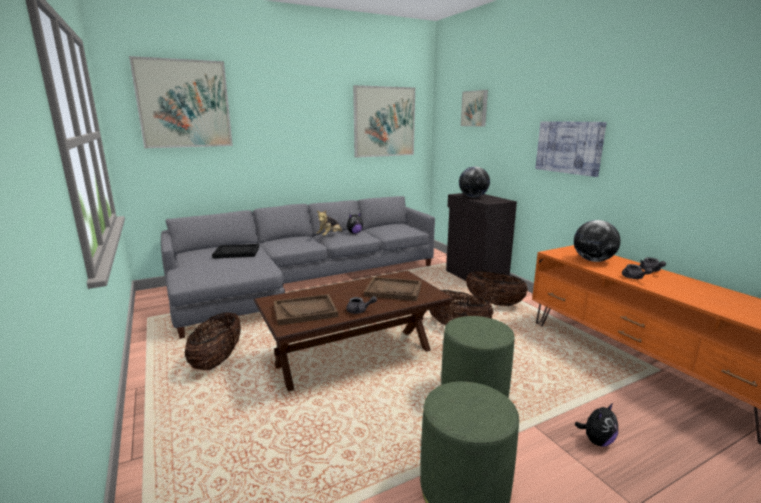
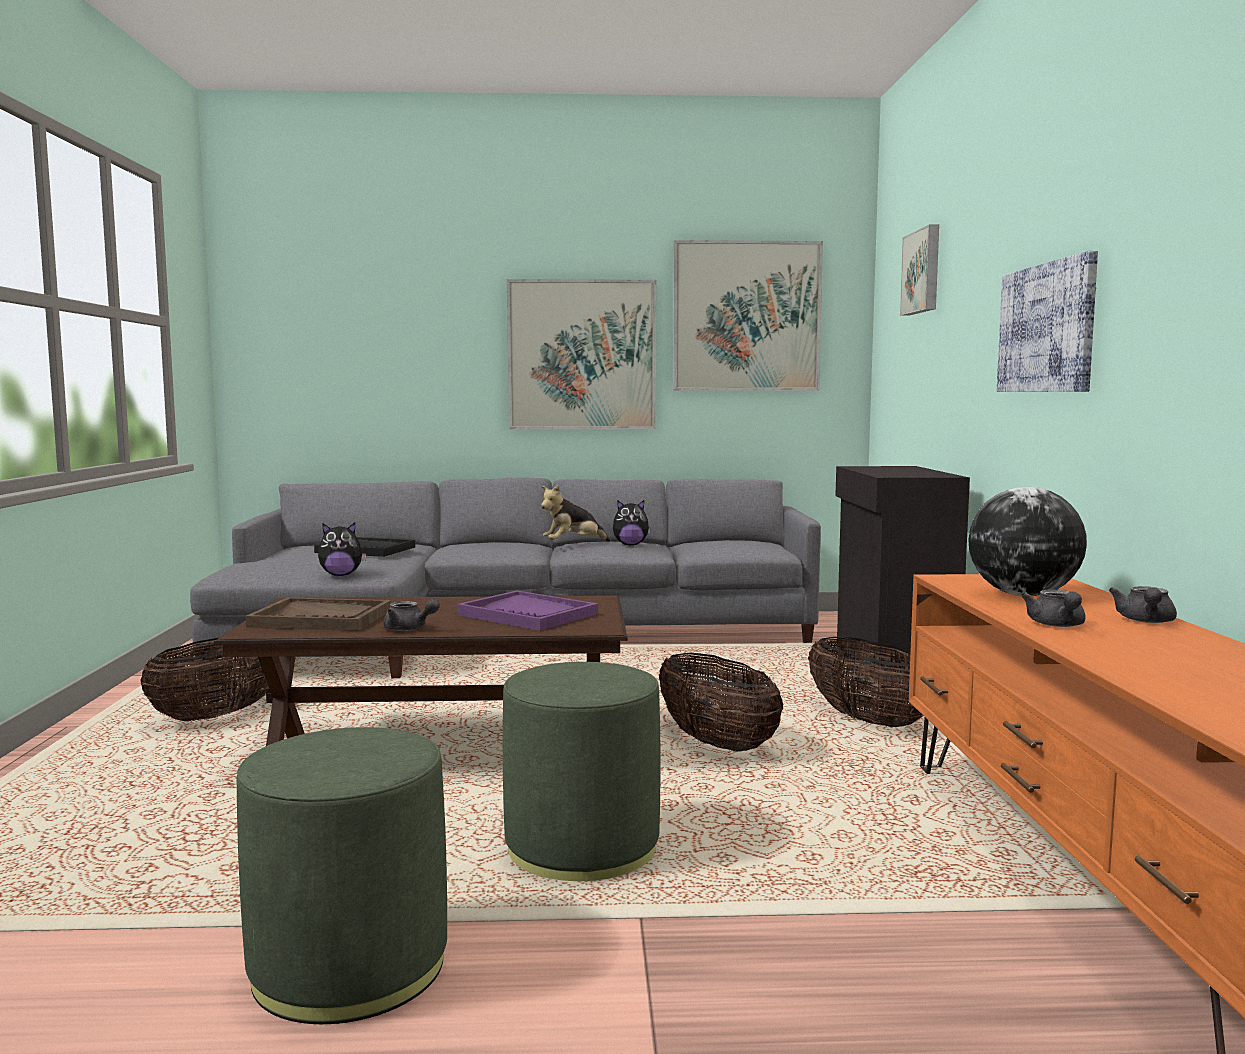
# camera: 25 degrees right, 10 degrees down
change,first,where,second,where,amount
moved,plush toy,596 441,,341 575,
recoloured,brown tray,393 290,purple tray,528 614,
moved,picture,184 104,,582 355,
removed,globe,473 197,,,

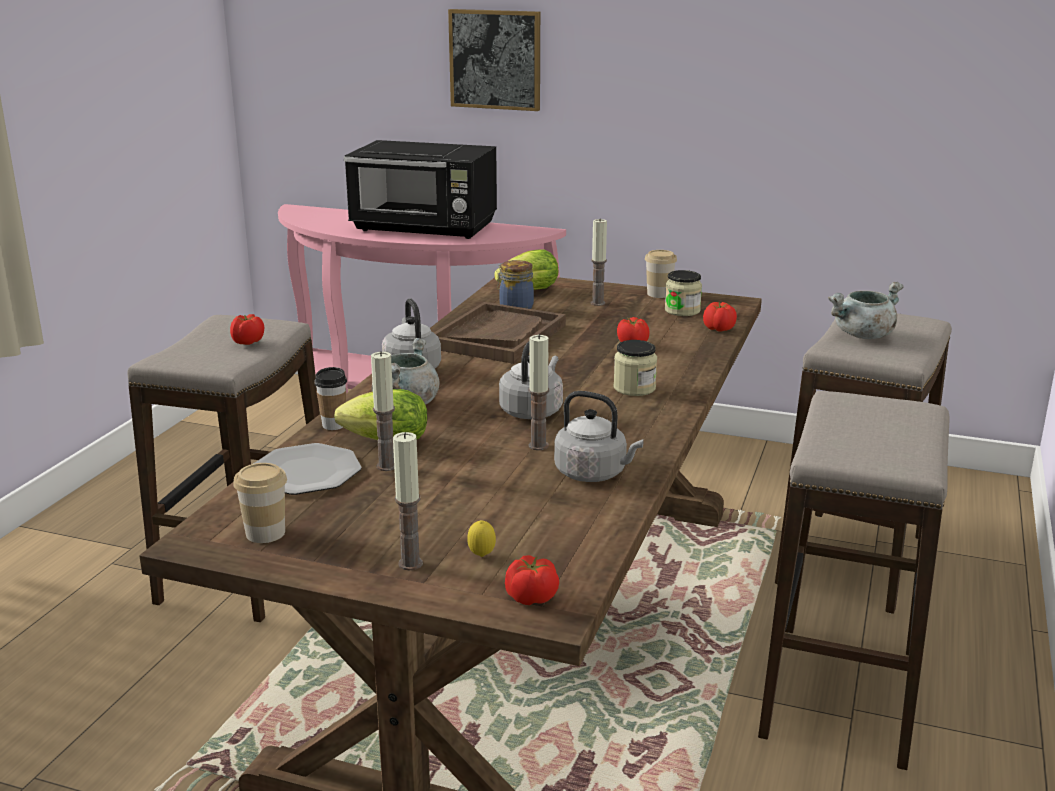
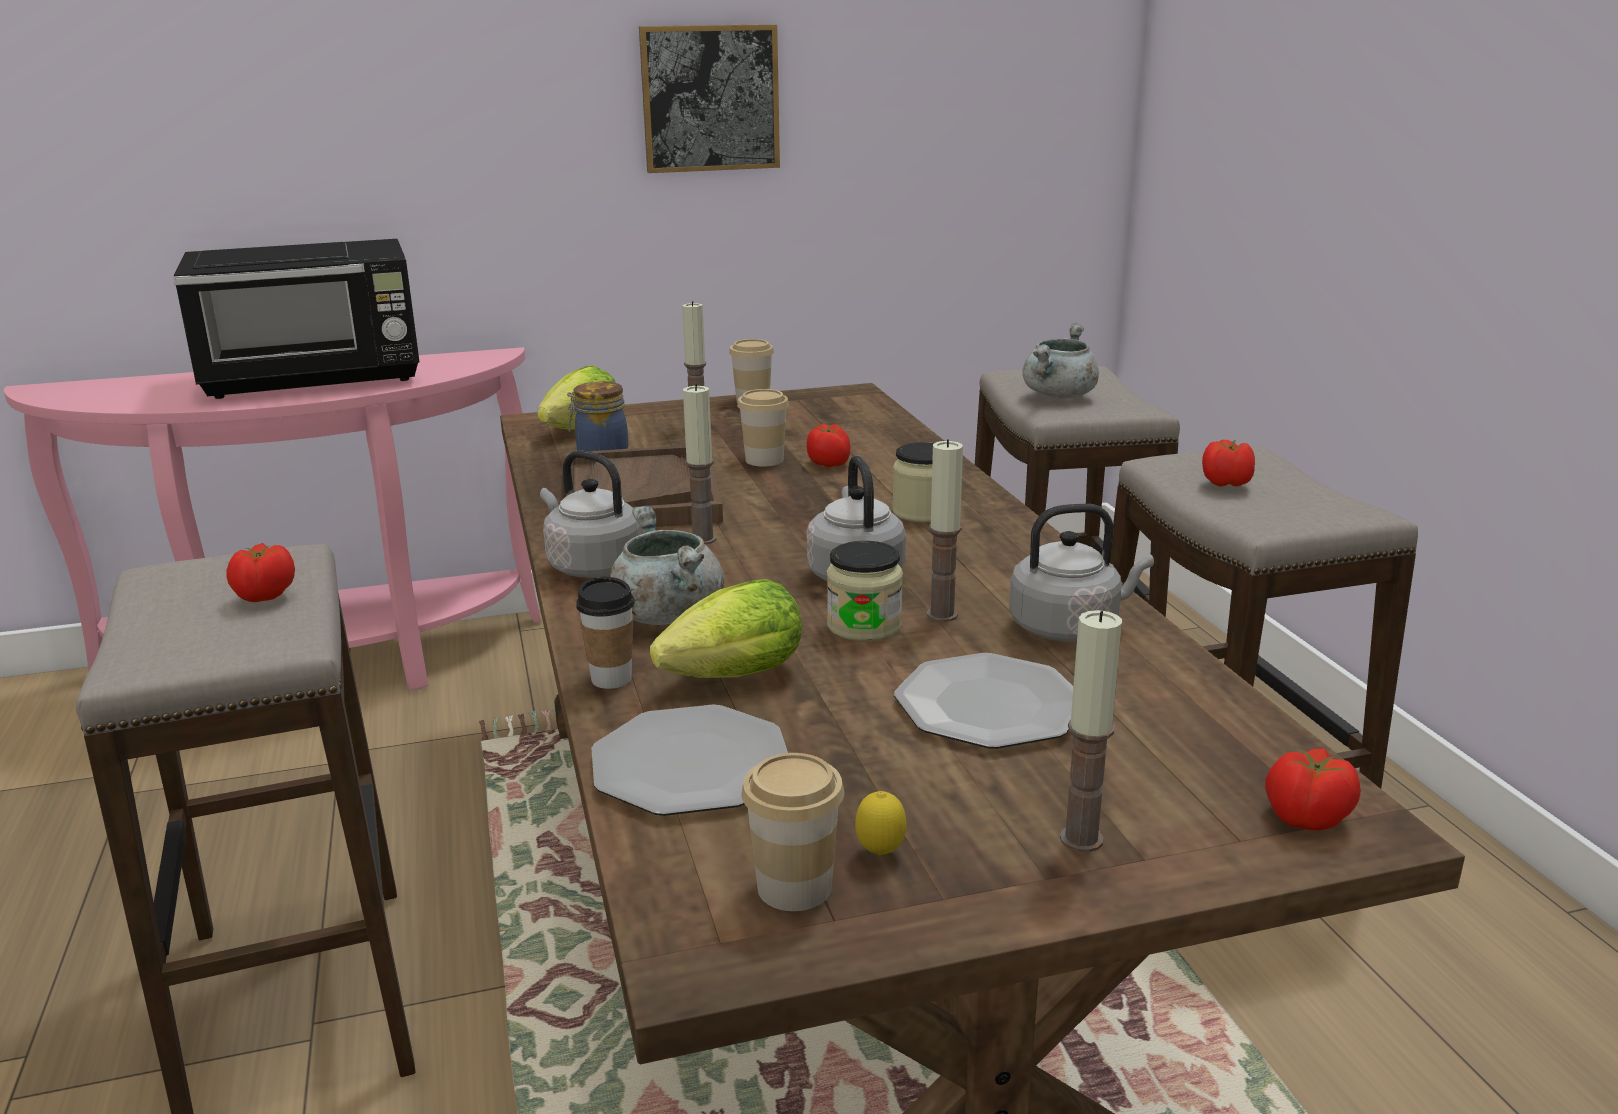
# camera: 35 degrees left, 0 degrees up
change,first,where,second,where,amount
moved,picture,495 59,,710 98,
moved,candle,387 466,,703 539,
added,,,cup,764 460,
moved,jar,682 311,,864 626,
moved,lemon,481 556,,880 854,
added,,,plate,989 705,
moved,tomato,719 329,,1227 483,

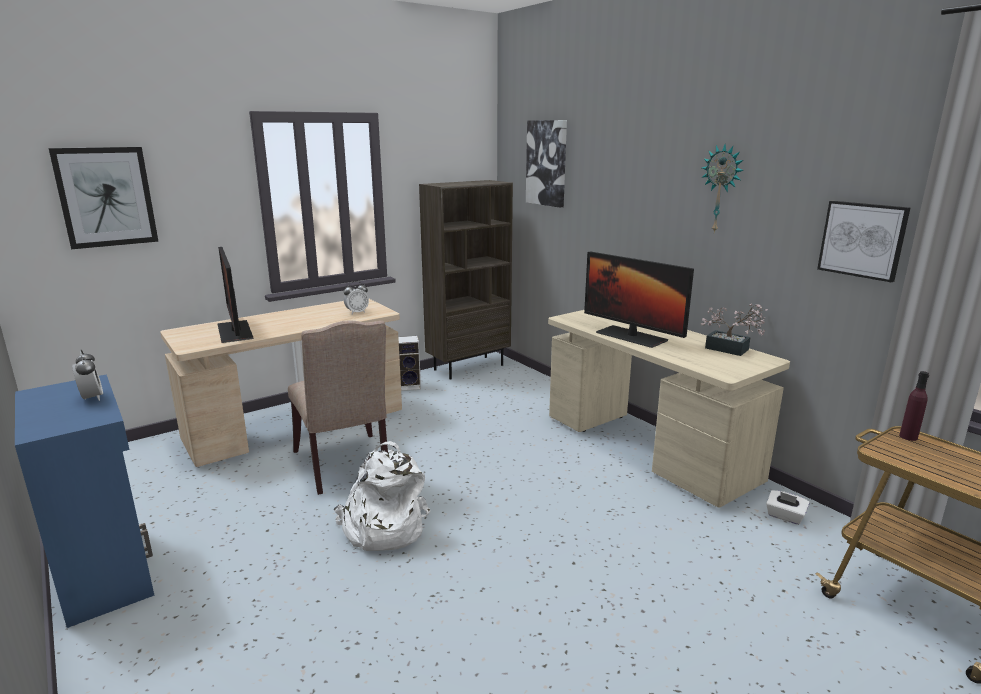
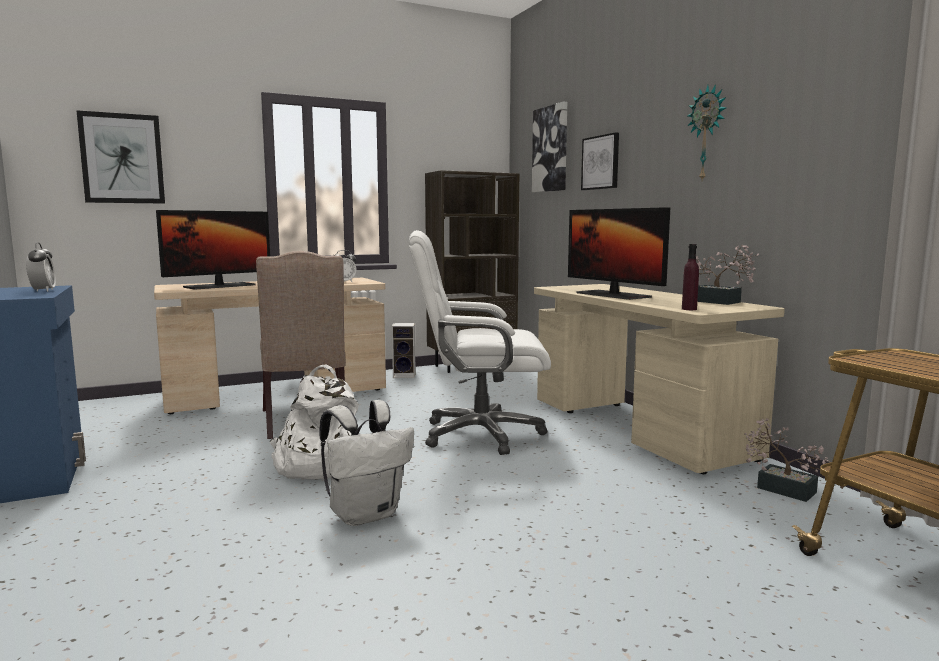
# camera: 10 degrees right, 10 degrees down
change,first,where,second,where,amount
turned,monitor,234 331,,220 286,120 degrees counterclockwise
added,,,white backpack,366 514,
added,,,white office chair,480 434,
moved,picture,862 240,,601 162,
moved,purple bottle,908 437,,689 309,
replaced,white tissue box,785 516,potted plant,780 488,

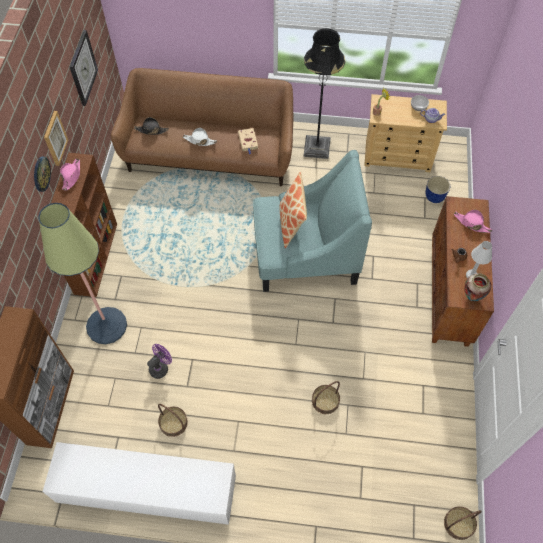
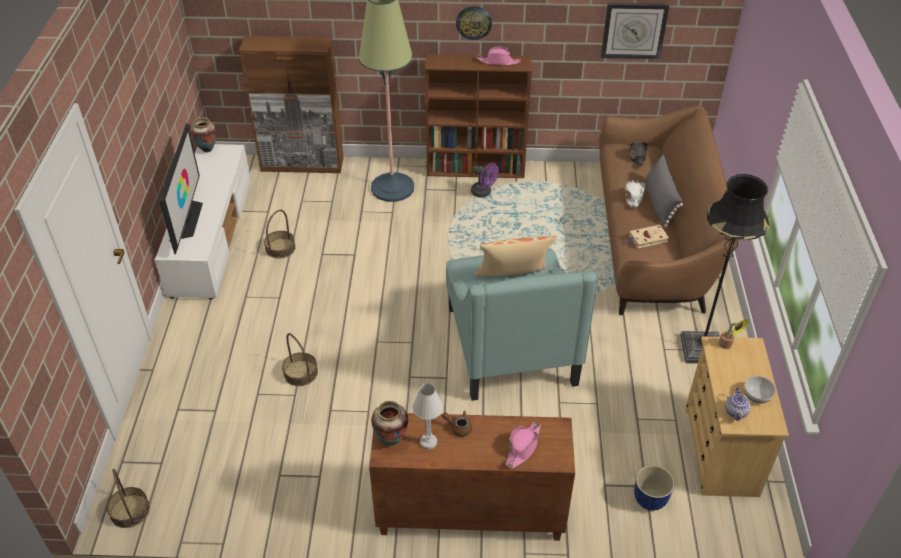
# camera: 85 degrees right, 15 degrees down
change,first,where,second,where,amount
added,,,television,187 219,
added,,,vase,207 150,
moved,purple fan,161 367,,483 193,
added,,,grey pillow,659 202,
removed,picture,55 138,,,

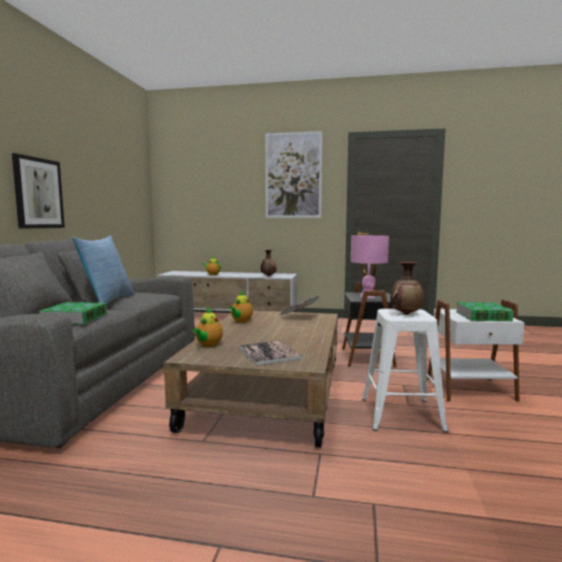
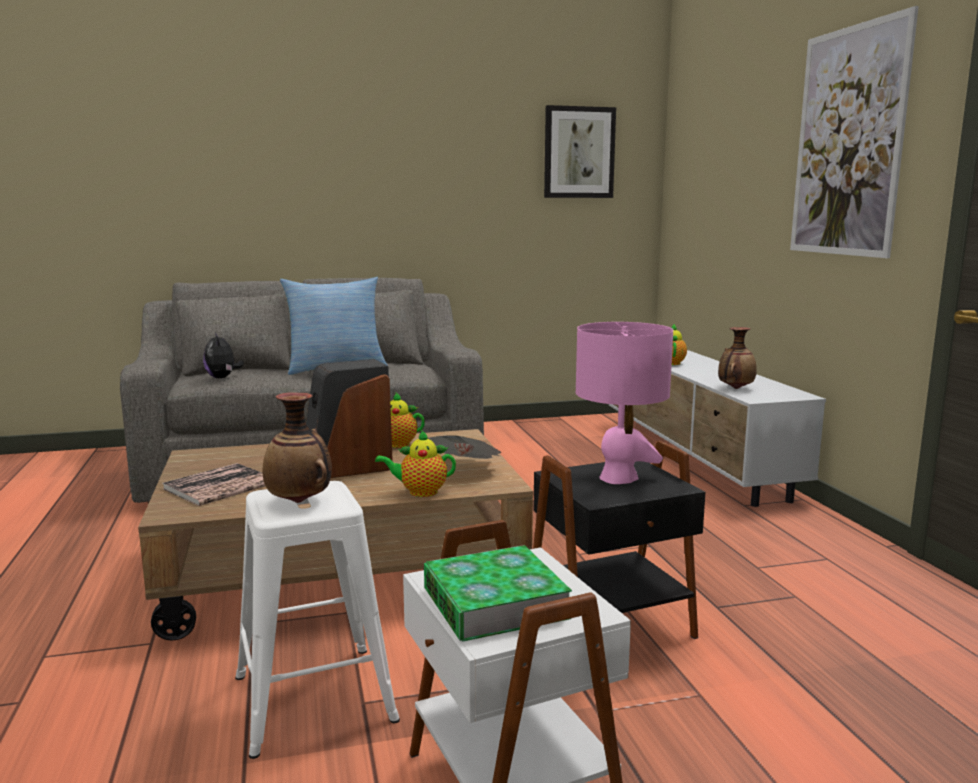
# camera: 65 degrees right, 5 degrees up
change,first,where,second,where,amount
replaced,book,74 318,plush toy,222 378,
added,,,speaker,346 468,
moved,teapot,208 345,,420 492,
moved,picture,38 193,,579 152,

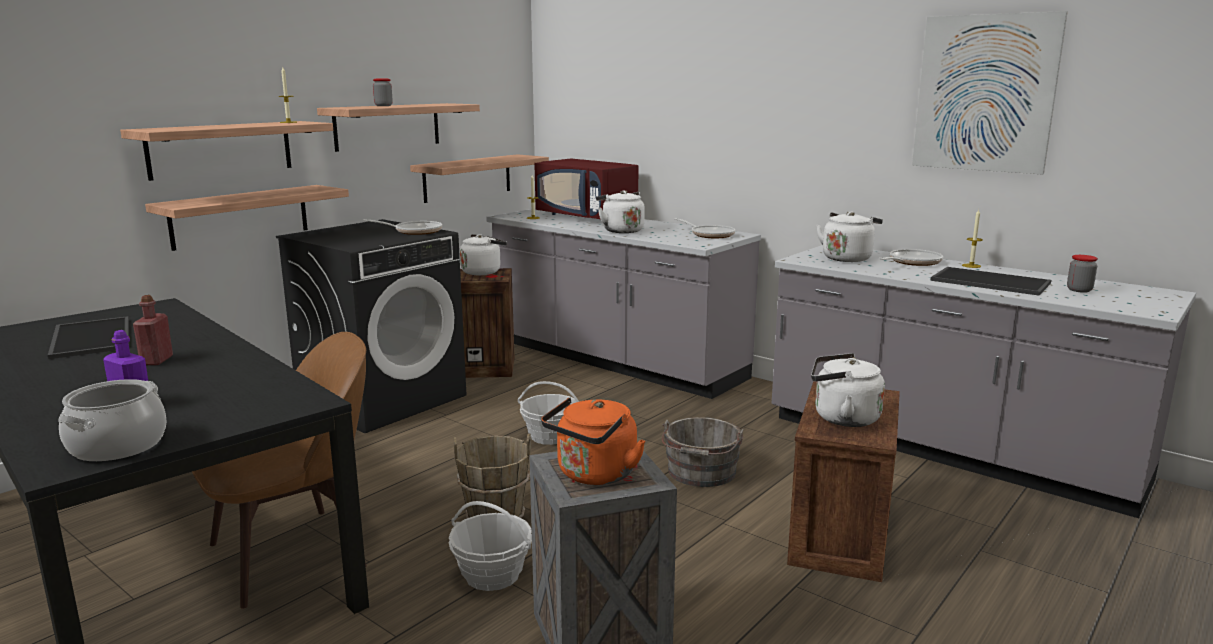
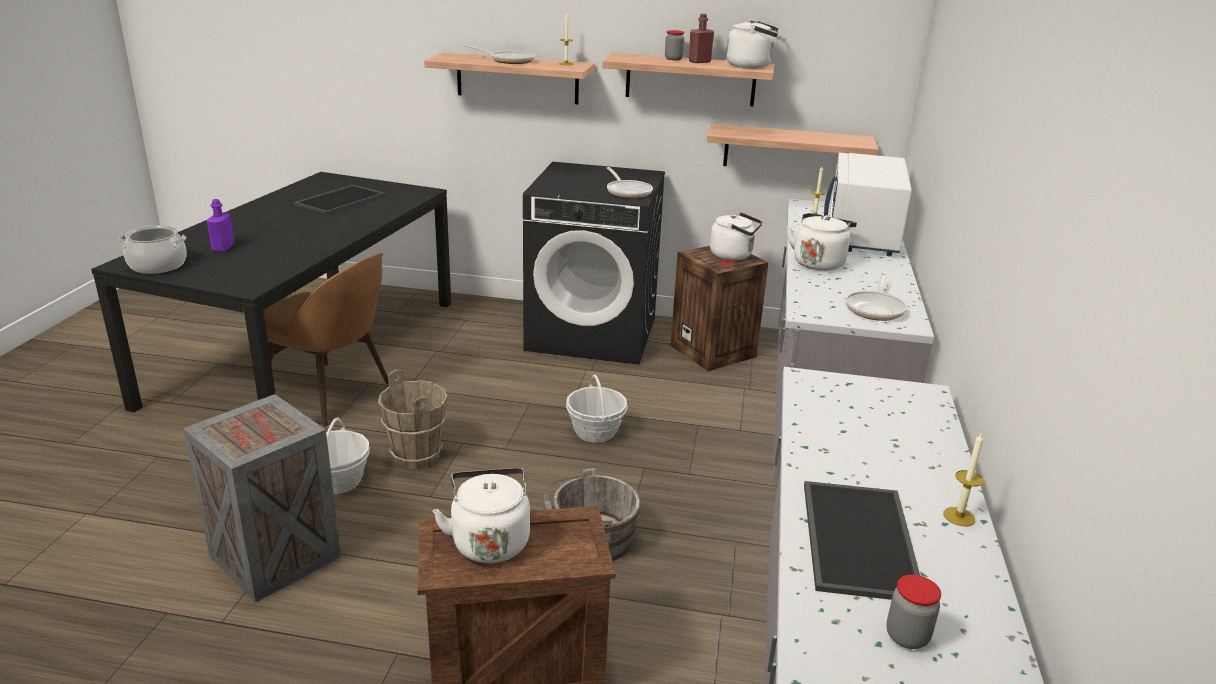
# camera: 60 degrees right, 10 degrees up
change,first,where,second,where,amount
moved,frying pan,912 262,,509 60,
moved,red bottle,156 360,,699 62,
moved,white kettle,847 258,,751 66,
recoloured,red microwave,587 217,white microwave,862 235,
removed,shelf,240 216,,,
removed,orange kettle,594 475,,,
removed,picture,985 93,,,

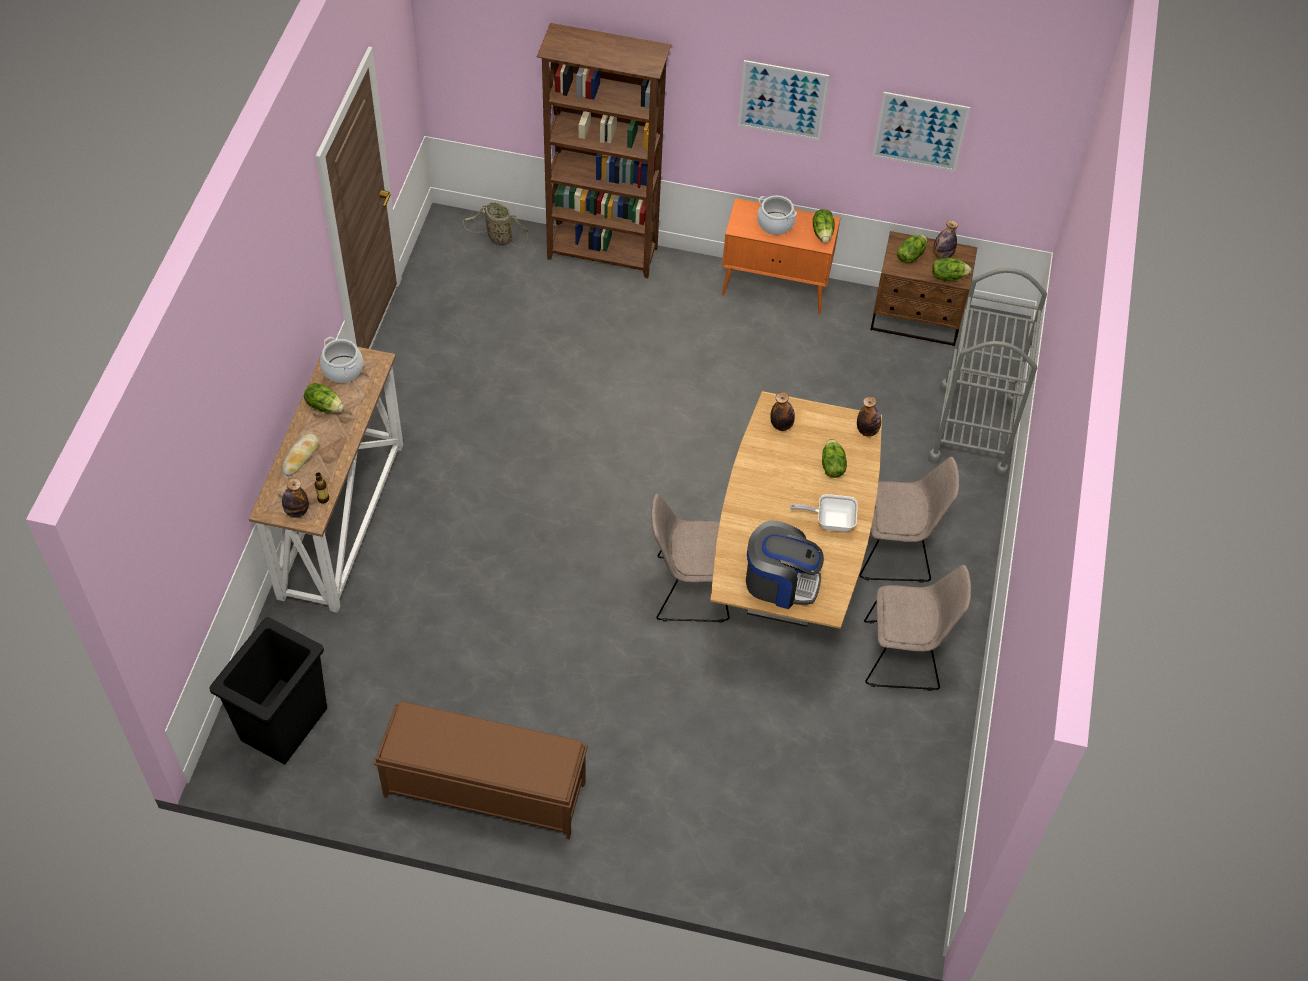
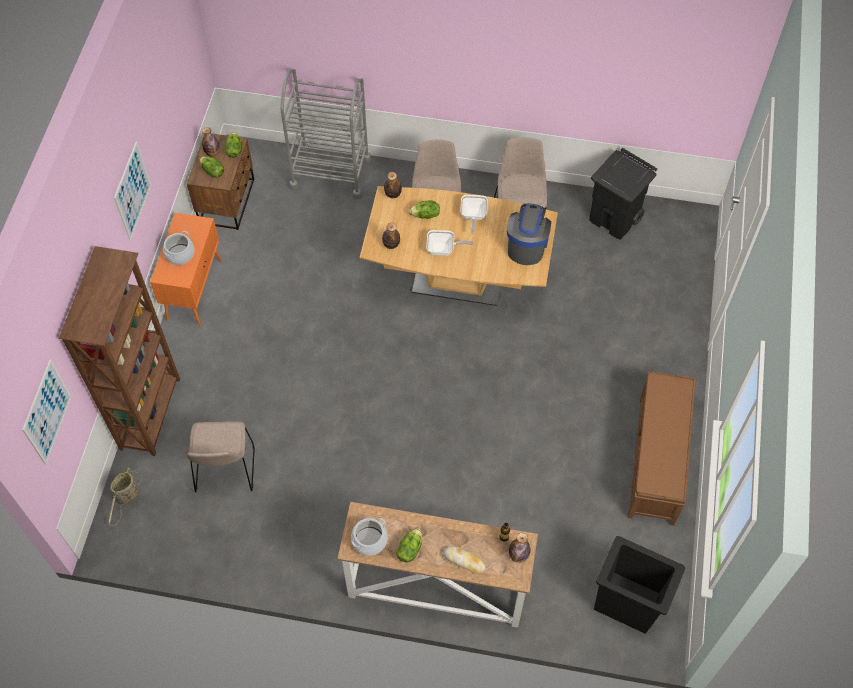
# camera: 90 degrees left, 5 degrees up
change,first,where,second,where,amount
moved,picture,920 131,,47 412,
moved,beige chair,688 589,,225 470,
added,,,frying pan,444 249,
added,,,black trash can,615 219,
removed,lettuce,823 233,,,

